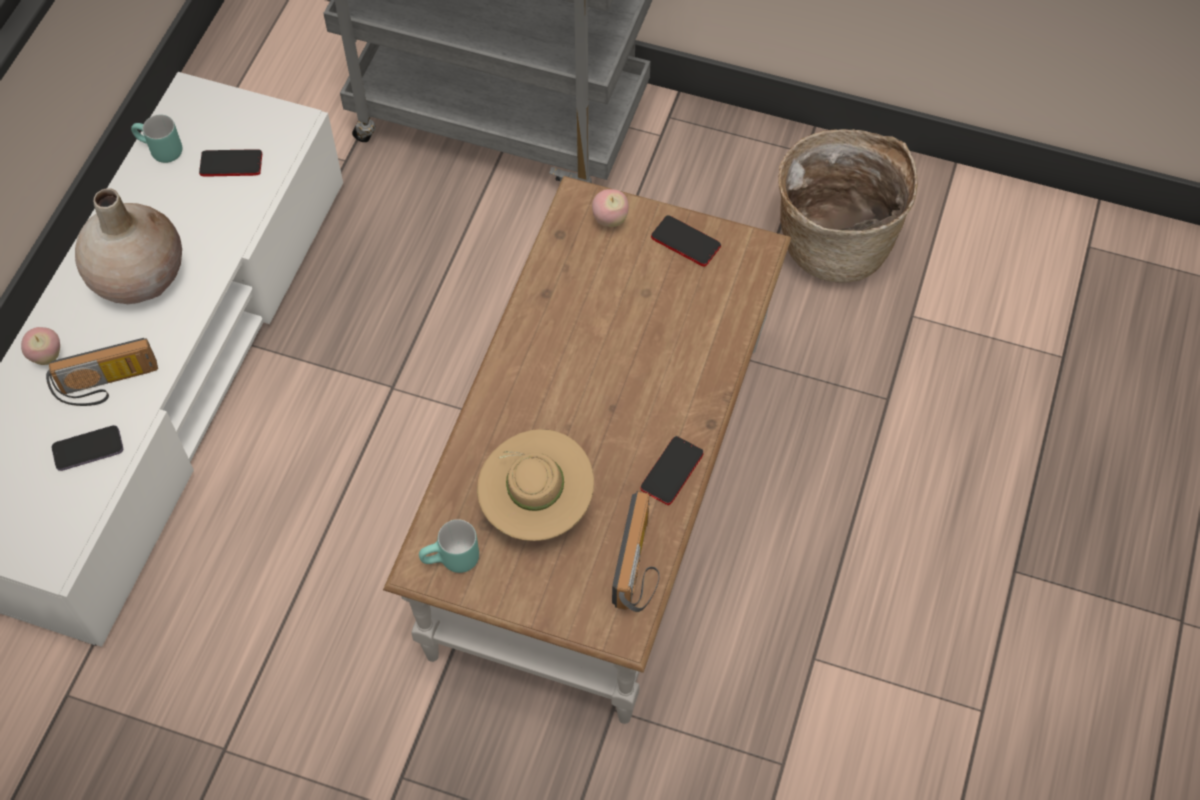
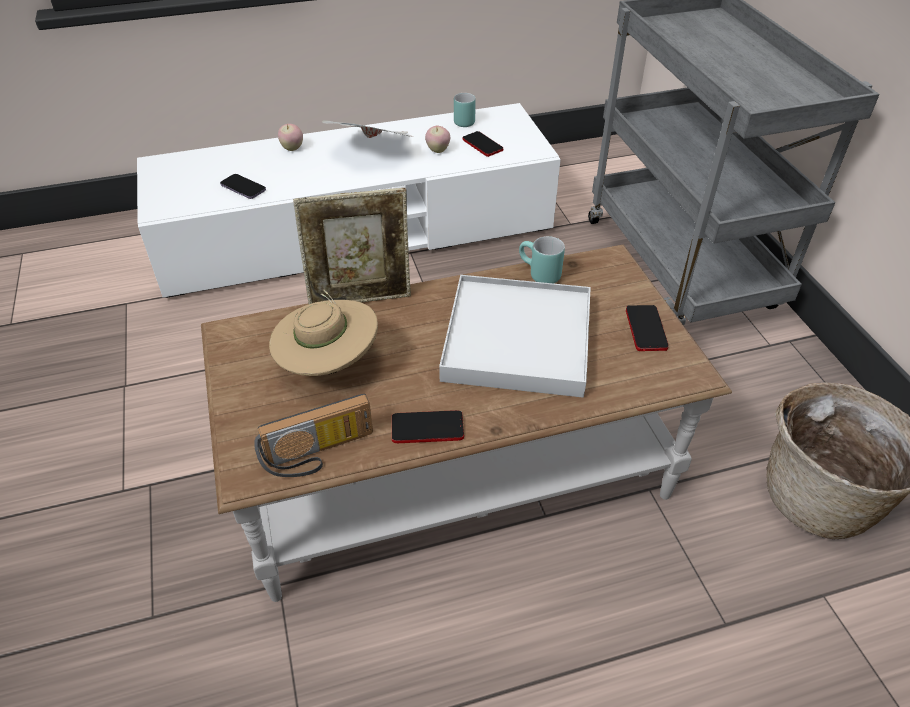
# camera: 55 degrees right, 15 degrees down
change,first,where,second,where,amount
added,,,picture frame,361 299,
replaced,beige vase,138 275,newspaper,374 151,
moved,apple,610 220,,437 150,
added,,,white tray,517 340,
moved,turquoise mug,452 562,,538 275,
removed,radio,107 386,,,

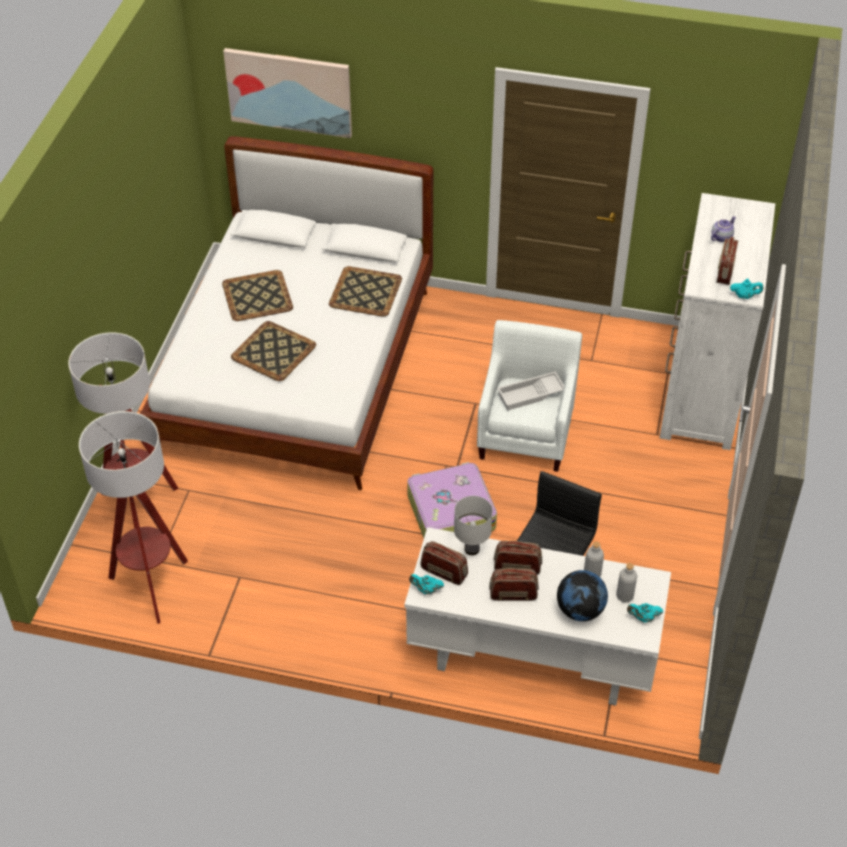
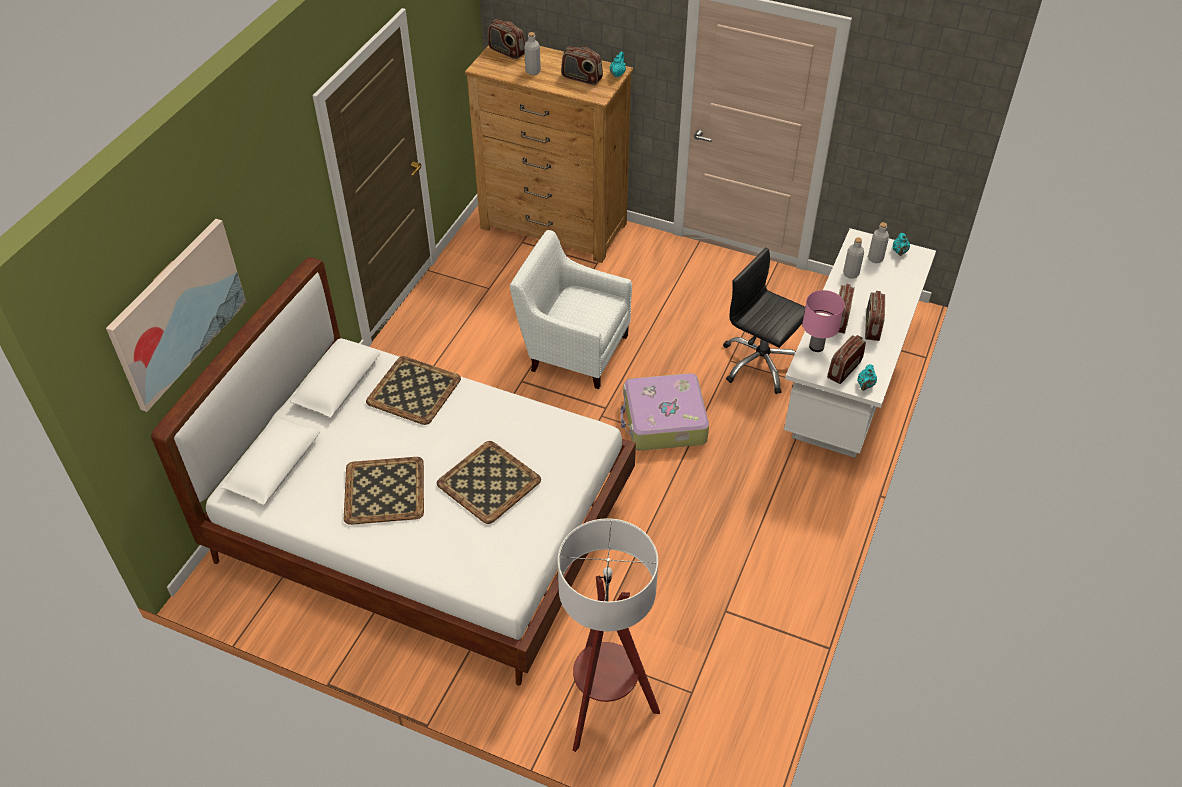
# camera: 80 degrees left, 0 degrees up
change,first,where,second,where,amount
recoloured,white dresser,701 393,brown dresser,554 226,
added,,,radio,506 51,
replaced,teapot,721 237,grey bottle,533 71,
recoloured,white table lamp,471 548,pink table lamp,816 347,
removed,floor lamp,151 586,,,
removed,white tray,530 395,,,
removed,globe,580 610,,,

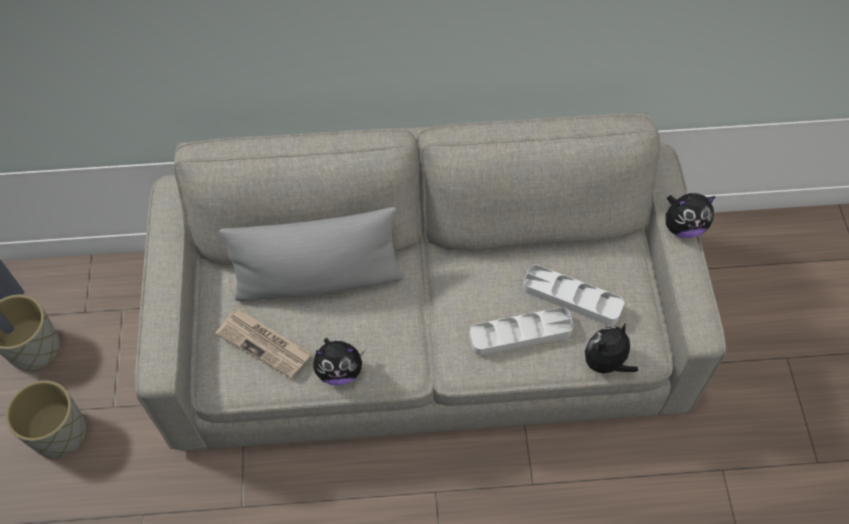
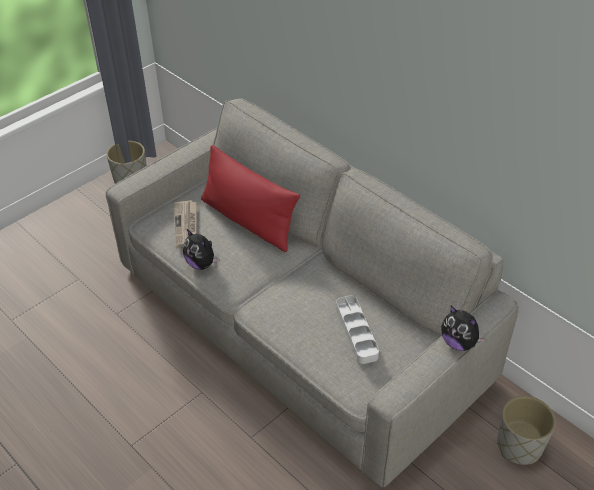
# camera: 50 degrees right, 15 degrees down
change,first,where,second,where,amount
recoloured,grey pillow,318 279,red pillow,248 221,
moved,grey planter,59 433,,518 446,
removed,grey tray,520 334,,,
removed,plush toy,605 363,,,

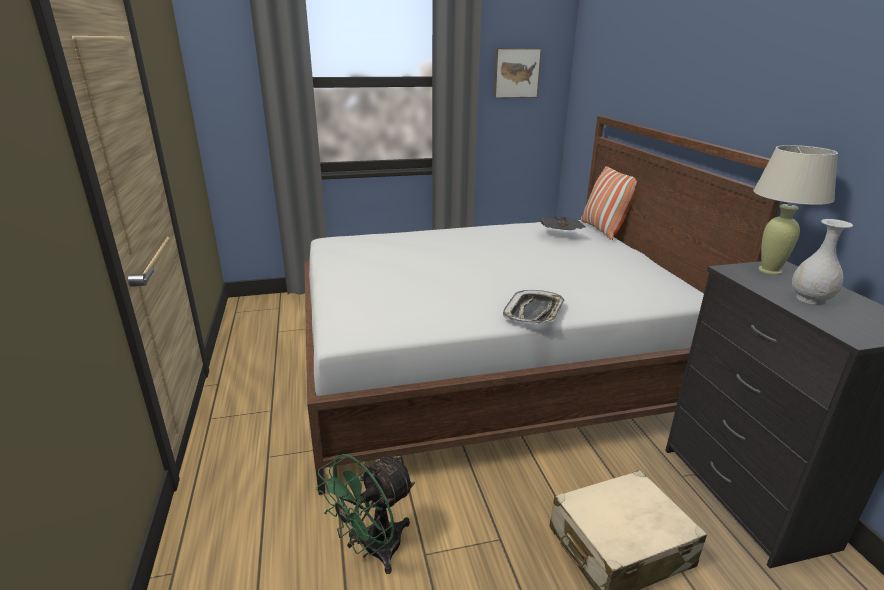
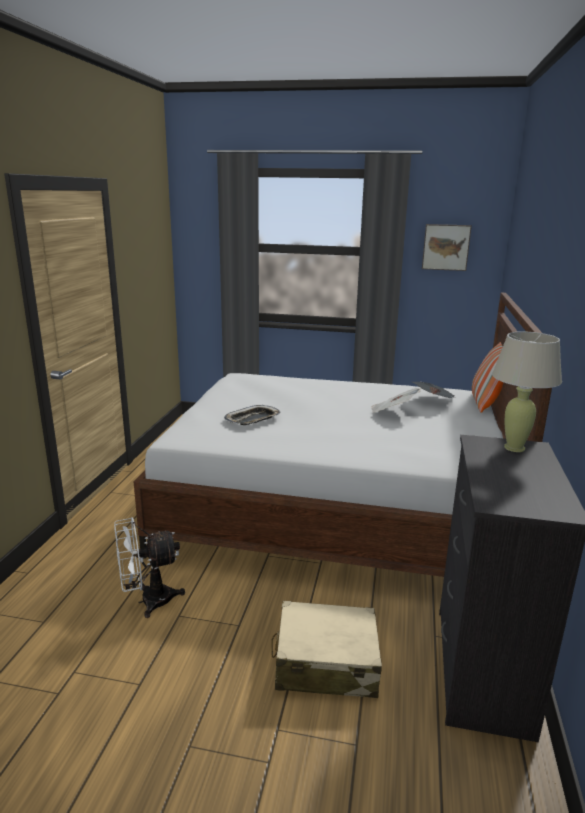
# camera: 25 degrees right, 5 degrees down
change,first,where,second,where,amount
recoloured,green fan,373 550,white fan,148 601,
moved,tray,534 312,,252 419,
added,,,newspaper,392 412,
removed,white vase,811 299,,,

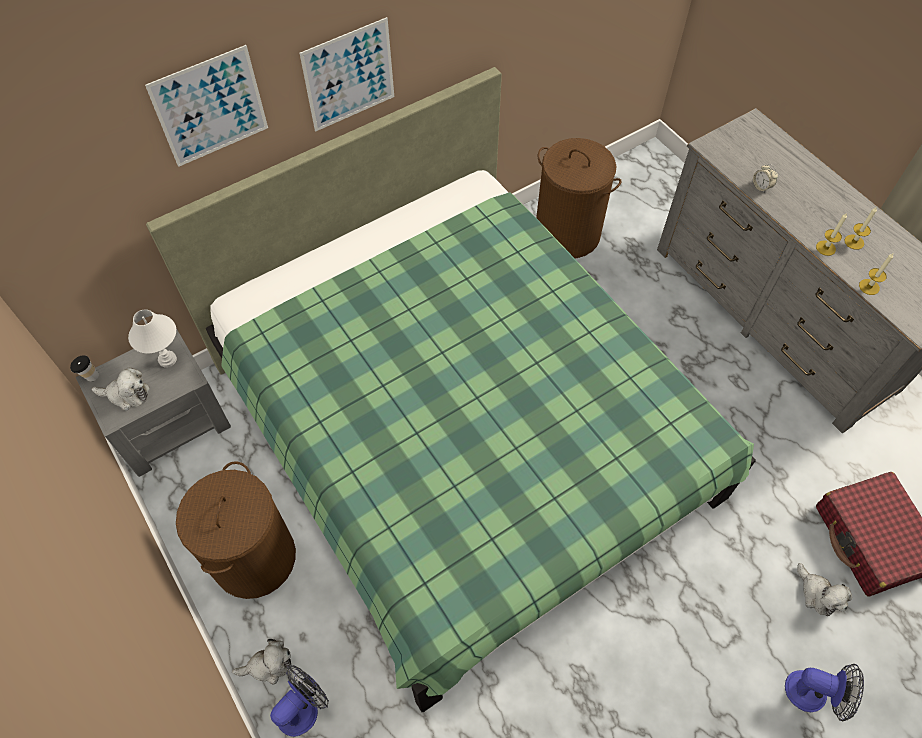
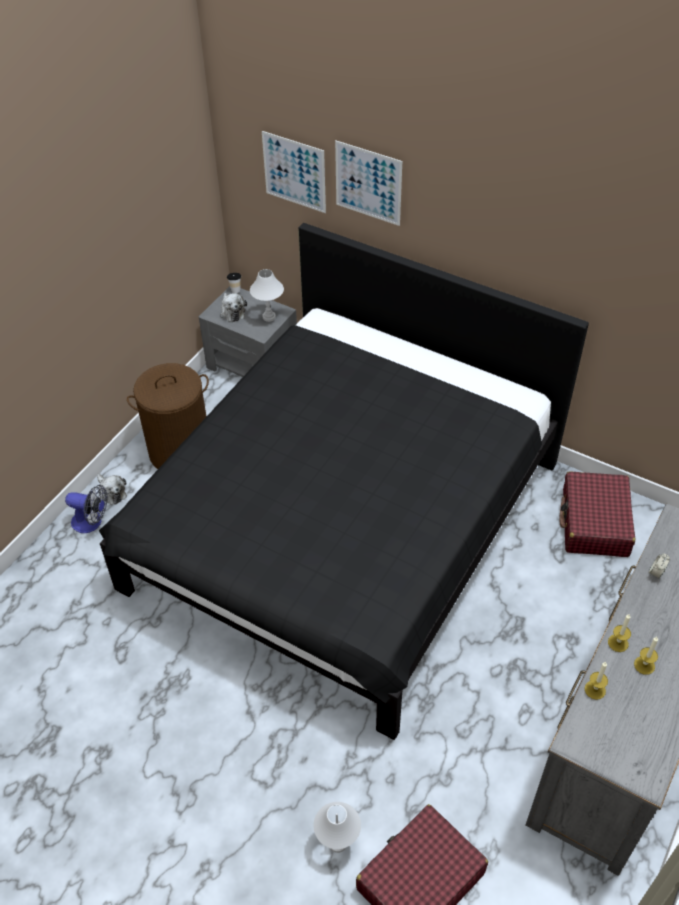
# camera: 65 degrees right, 10 degrees down
change,first,where,second,where,amount
recoloured,green bed,460 433,black bed,343 525,
moved,picture,349 75,,294 172,
replaced,plush toy,818 594,white table lamp,337 843,
replaced,brown laundry basket,567 234,red suitcase,594 523,
removed,fan,814 693,,,

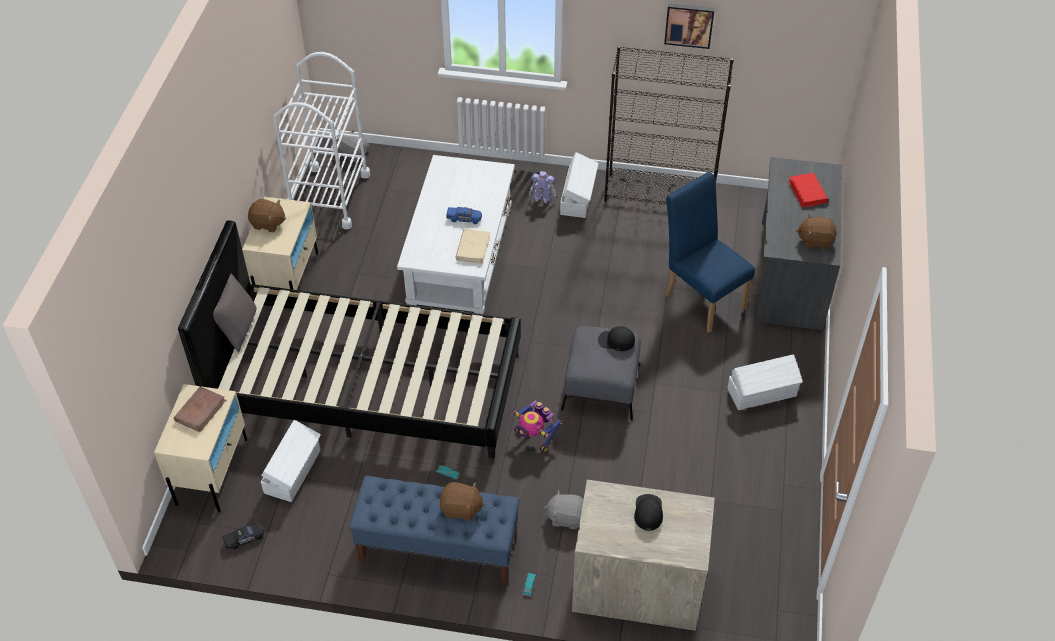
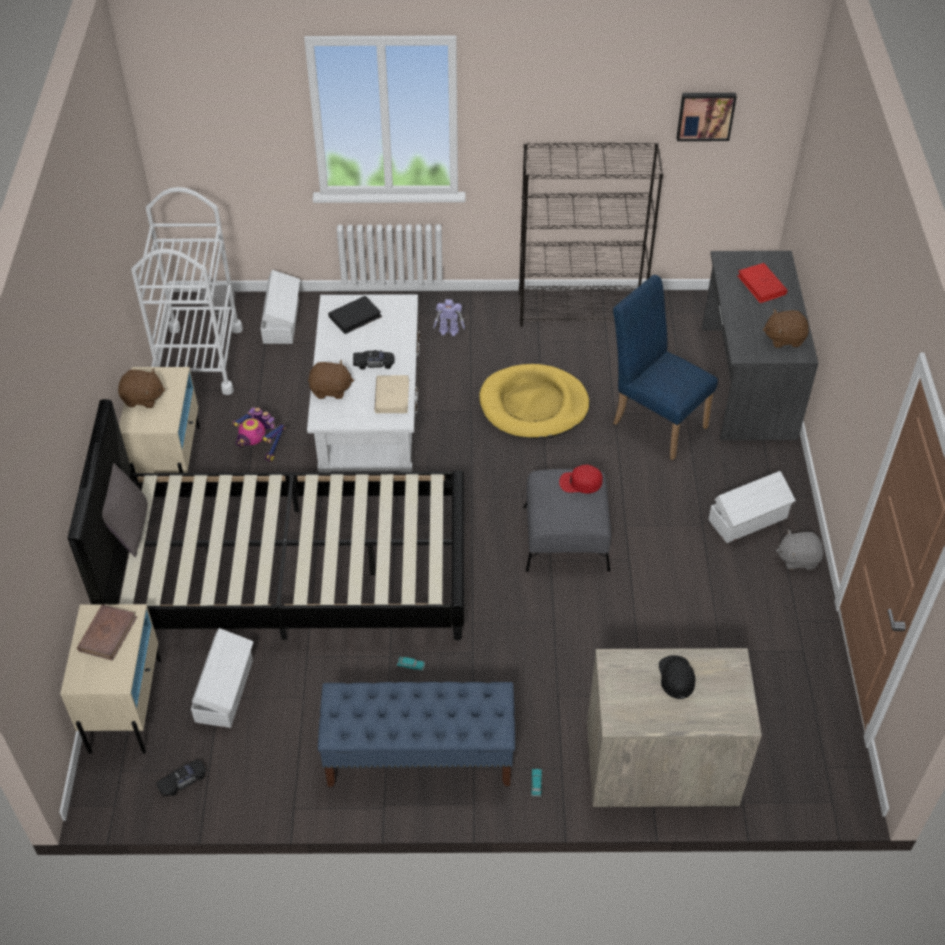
# camera: 10 degrees left, 0 degrees up
change,first,where,second,where,amount
moved,toy robot,535 437,,259 448,
moved,white storage box,578 197,,282 321,
moved,brown plush toy,461 509,,330 390,
added,,,black book,355 317,
recoloured,blue toy car,464 218,black toy car,374 364,
added,,,yellow dog bed,533 405,
recoloured,black cap,616 341,red cap,580 482,
moved,picture,689 24,,705 115,
moved,grey plush toy,566 517,,798 558,

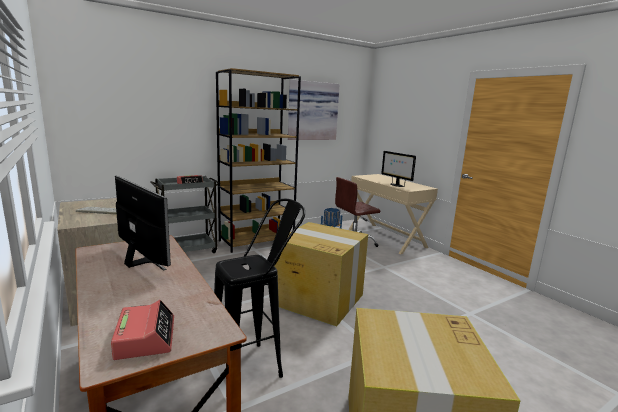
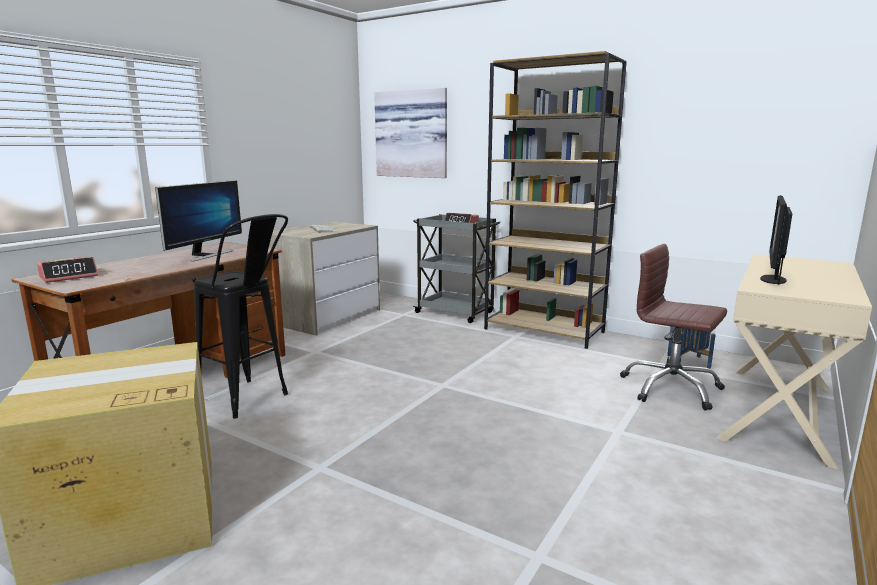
# camera: 65 degrees right, 0 degrees up
change,first,where,second,where,amount
moved,picture,312 111,,412 134,
removed,cardboard box,318 299,,,

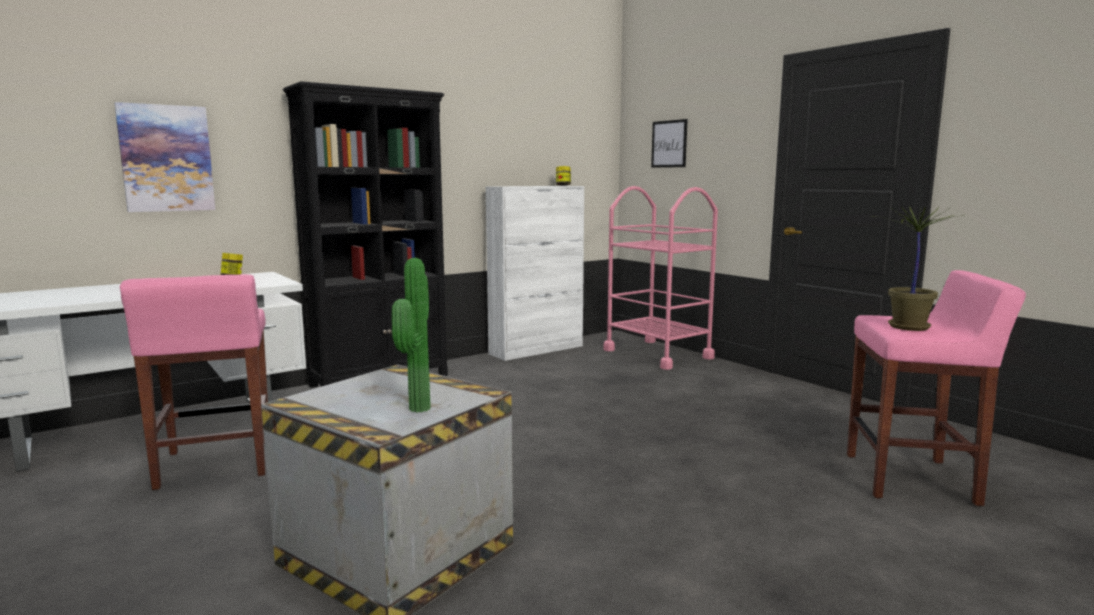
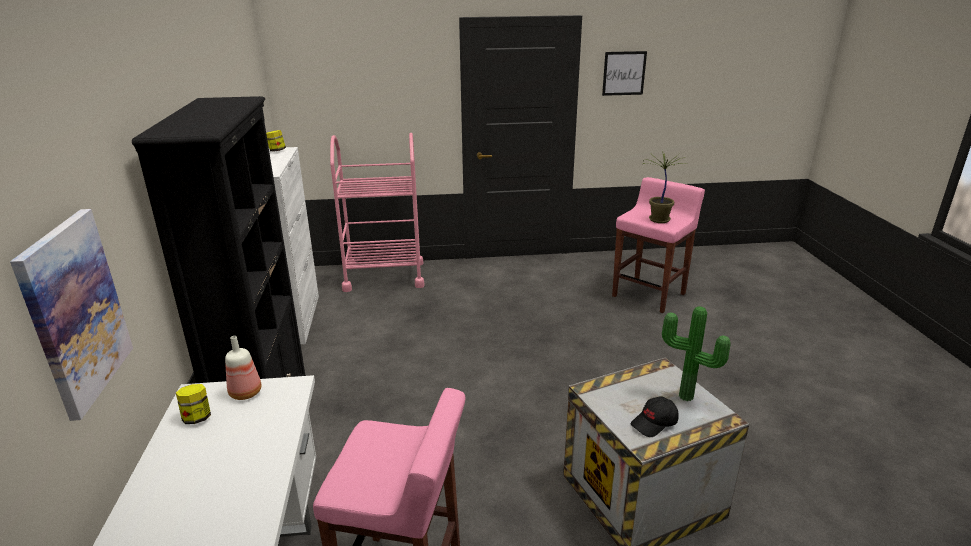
# camera: 60 degrees left, 15 degrees up
change,first,where,second,where,amount
added,,,bottle,247 393,
moved,picture,669 144,,624 73,
added,,,black cap,654 423,

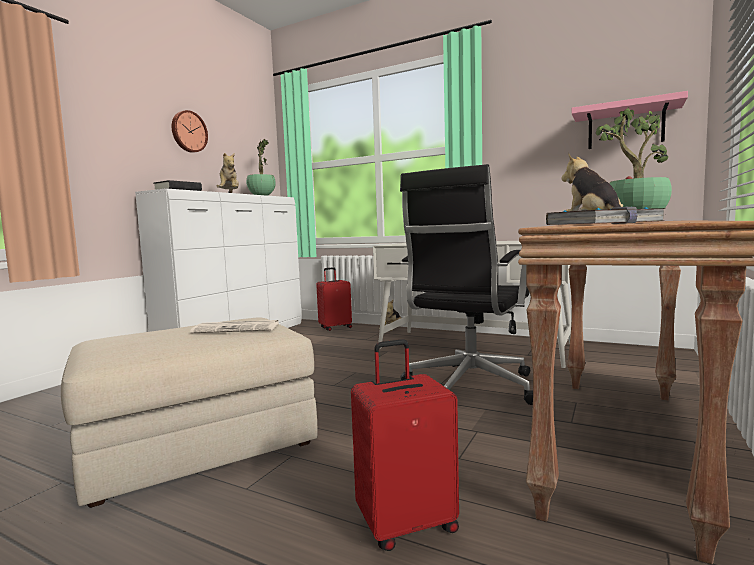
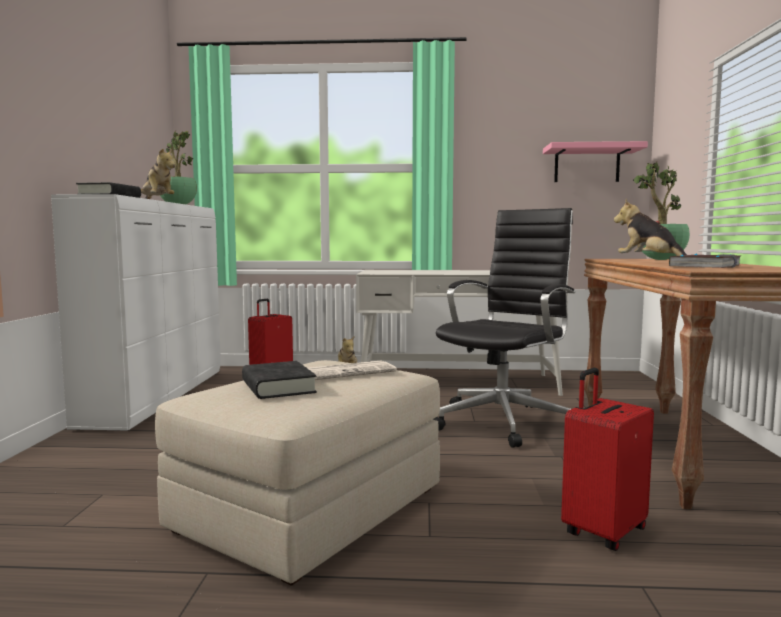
# camera: 25 degrees left, 0 degrees up
change,first,where,second,where,amount
added,,,black book,278 387,
turned,black office chair,468 387,,504 421,150 degrees counterclockwise
removed,wall clock,188 132,,,

